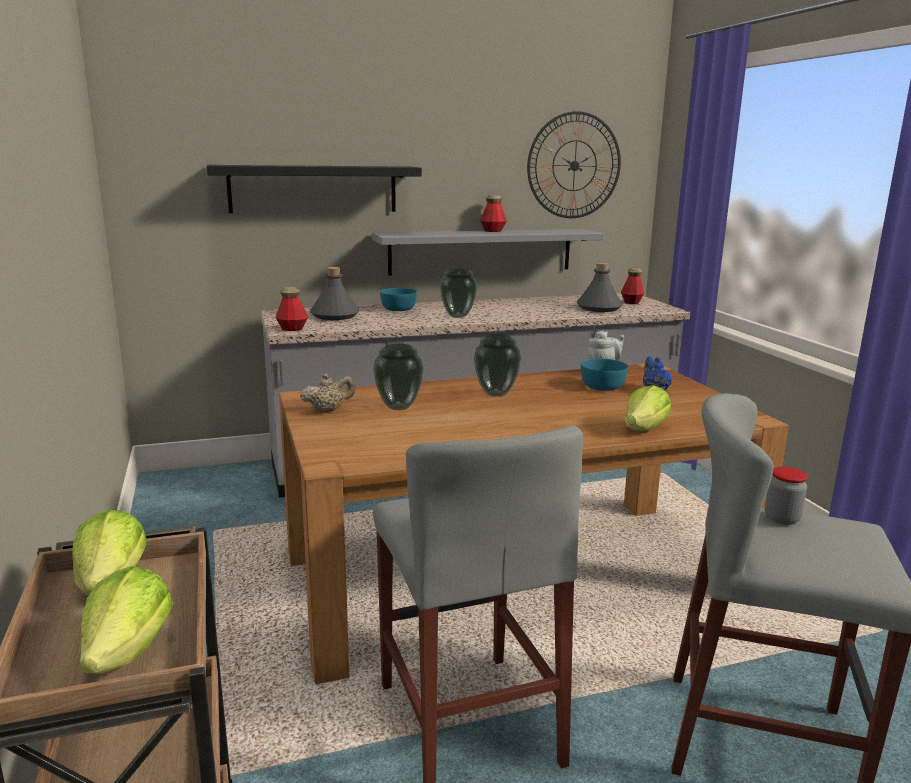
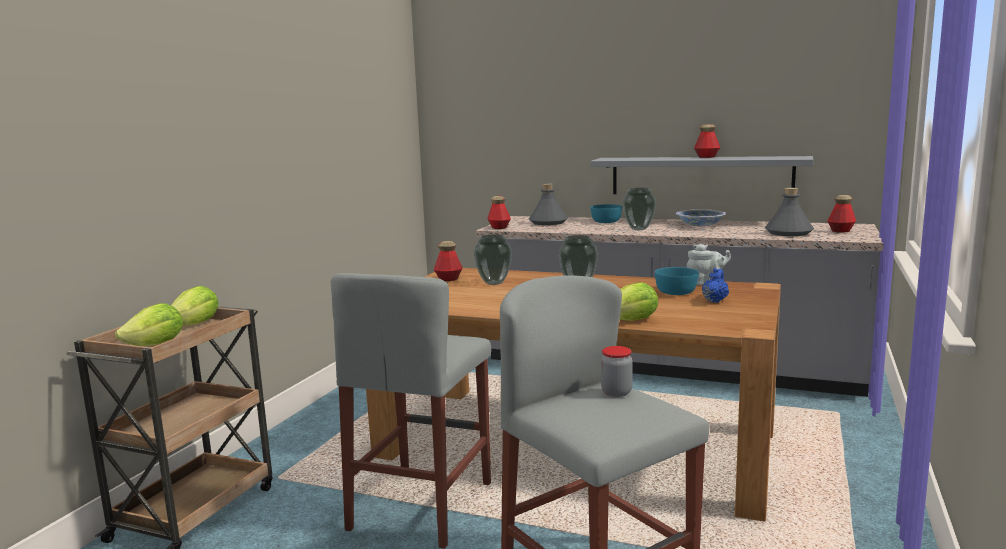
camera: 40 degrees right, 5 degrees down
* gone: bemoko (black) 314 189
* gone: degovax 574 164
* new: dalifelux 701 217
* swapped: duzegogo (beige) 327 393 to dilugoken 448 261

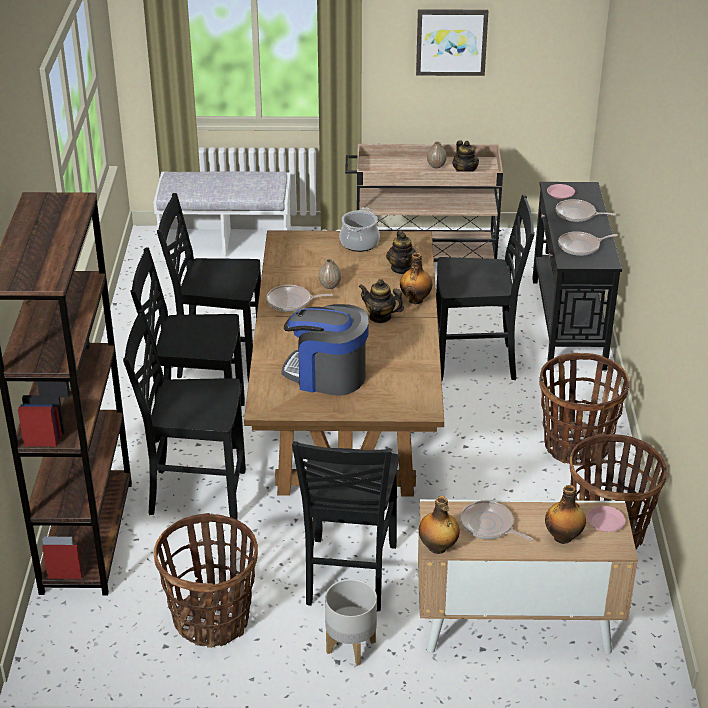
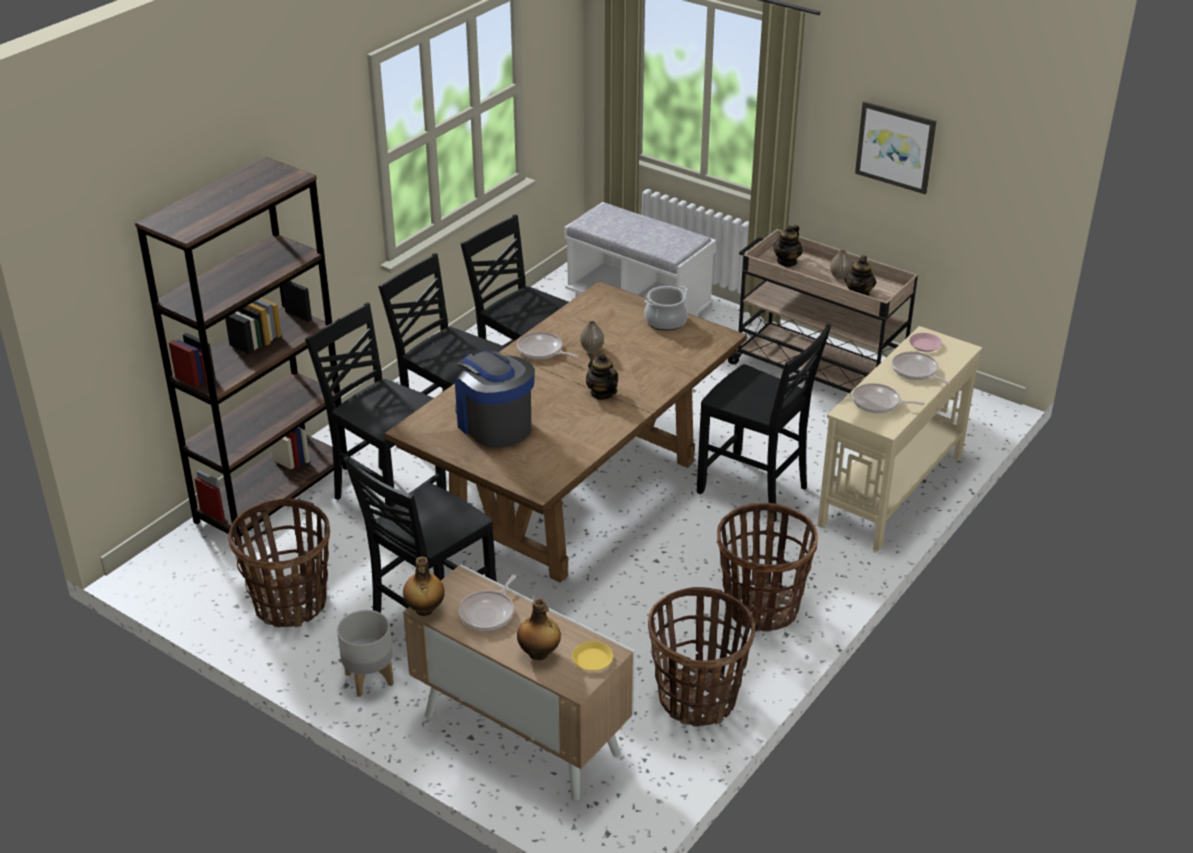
camera: 35 degrees right, 0 degrees up
* gone: dilugoken 416 278
* shifted: duzegogo 401 252 to 788 246
* repainted: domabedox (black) 577 276 to domabedox (beige) 900 439
* repainted: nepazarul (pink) 606 519 to nepazarul (yellow) 592 656
* rotated: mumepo 496 521 = 487 603 135 degrees counterclockwise

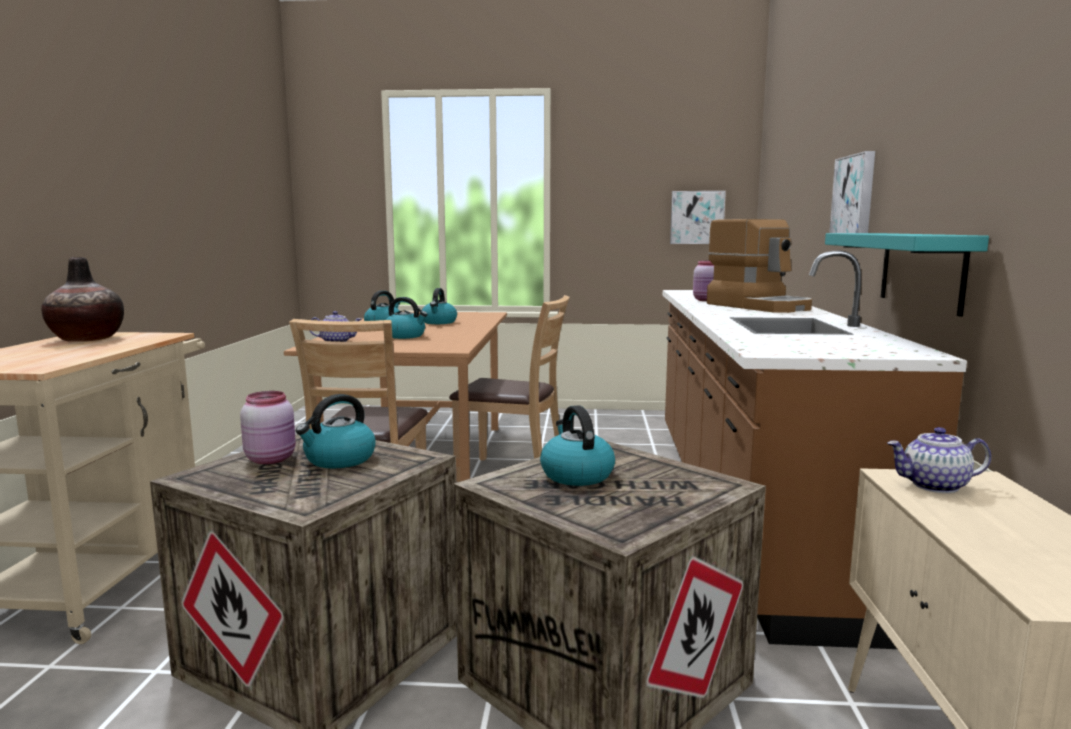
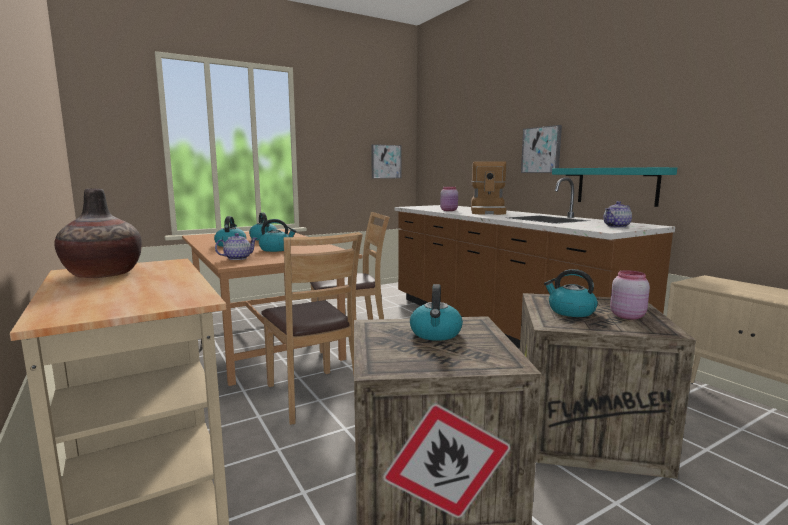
camera: 35 degrees left, 0 degrees up
* shifted: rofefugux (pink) 268 427 to 630 295
* shifted: duzegogo 939 460 to 617 214
* rotated: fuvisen 759 266 = 488 188 75 degrees clockwise

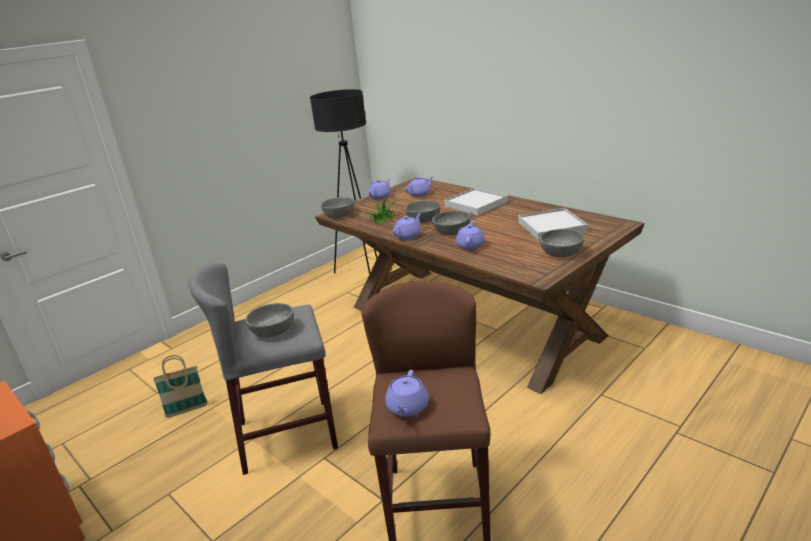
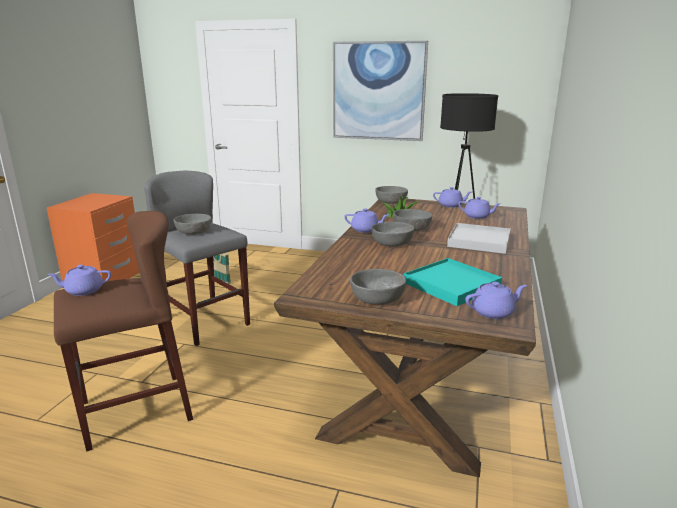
camera: 60 degrees right, 5 degrees down
* new: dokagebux 380 91
* shifted: duzegogo (purple) 470 235 to 496 300
* repainted: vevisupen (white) 553 224 to vevisupen (turquoise) 453 282

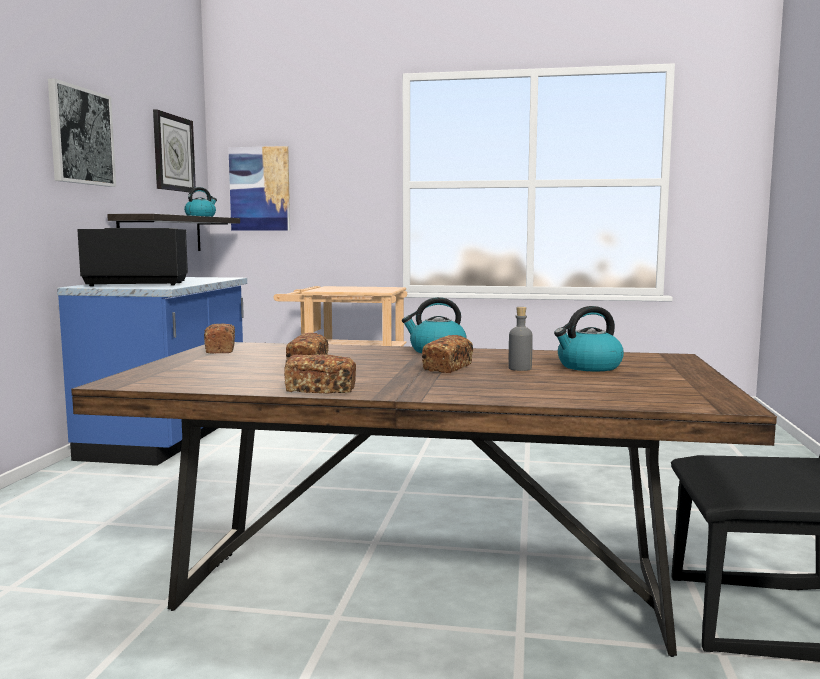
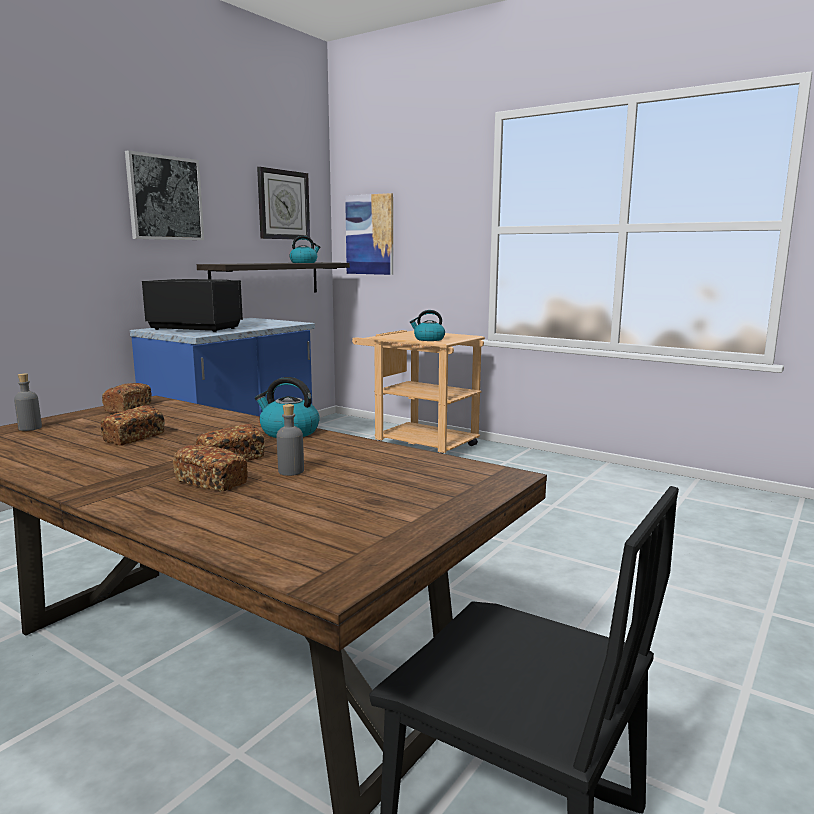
camera: 25 degrees right, 5 degrees up
* new: dilugoken (grey) 28 402
* shifted: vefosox 320 374 to 210 468
* shifted: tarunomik 589 338 to 427 325

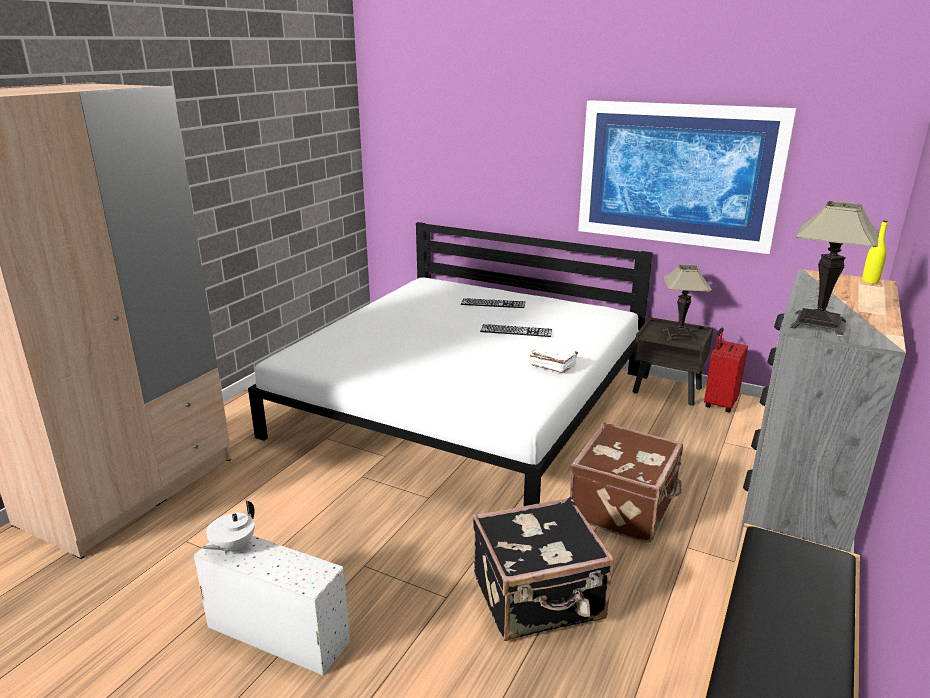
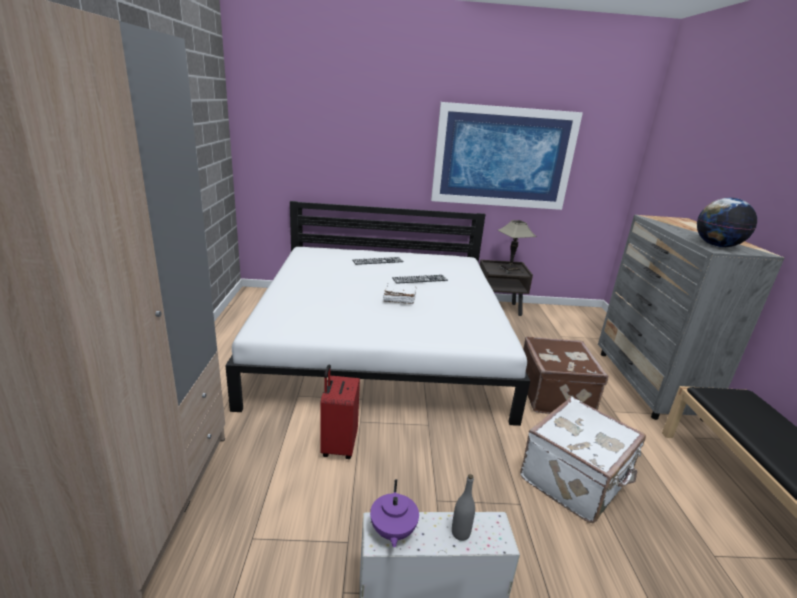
camera: 30 degrees left, 0 degrees up
* gone: dilugoken (yellow) 875 252
* new: dilugoken (grey) 463 507
* shifted: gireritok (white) 553 358 to 399 294
* shifted: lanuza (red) 726 370 to 340 411
* swapped: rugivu 834 269 to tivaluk 727 222
* repainted: duzegogo (white) 228 527 to duzegogo (purple) 394 513
* repainted: lanuza (black) 543 569 to lanuza (white) 583 460

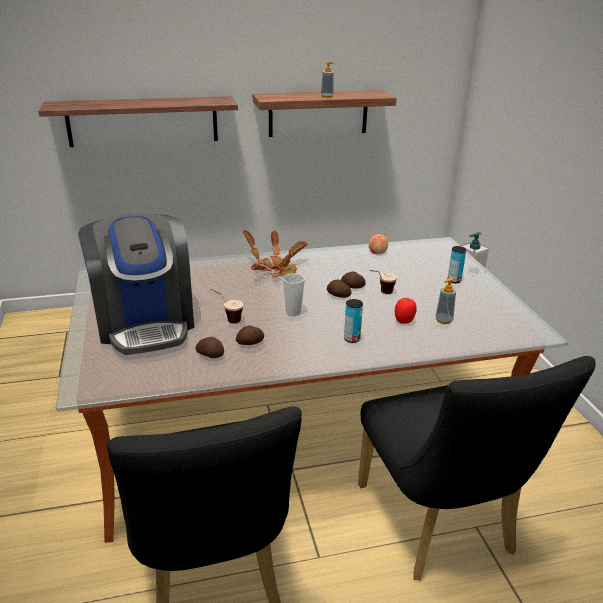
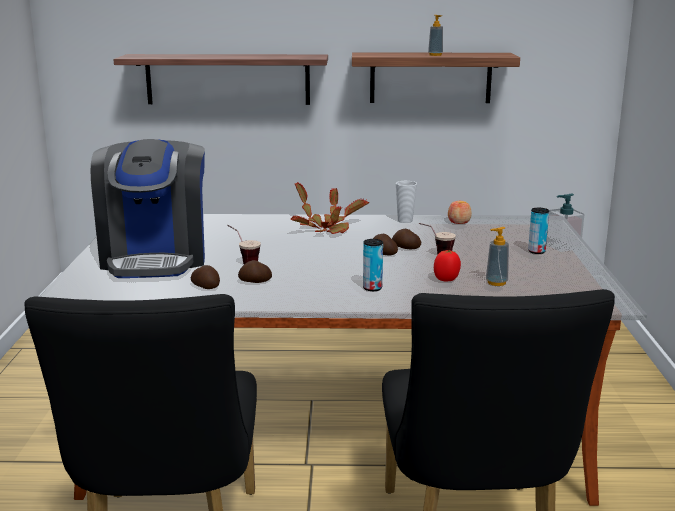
camera: 15 degrees right, 10 degrees down
* shifted: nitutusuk 294 294 to 406 202

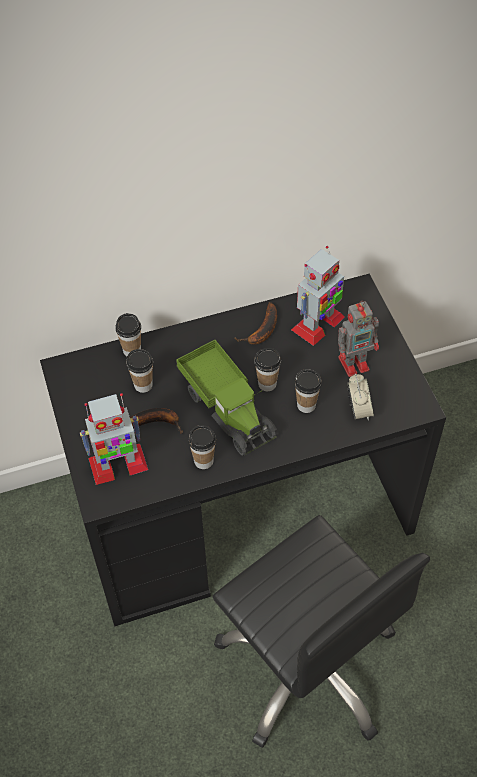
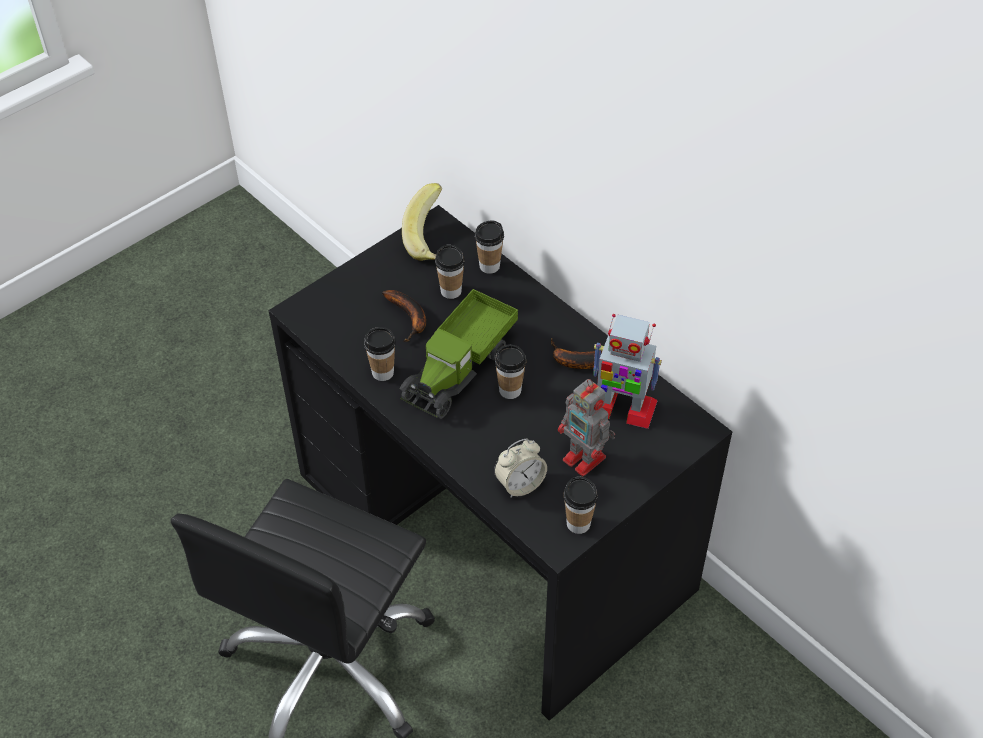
camera: 65 degrees right, 5 degrees down
* gone: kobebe 114 439
* new: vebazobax 422 222
* shifted: nitutusuk 308 391 to 580 505

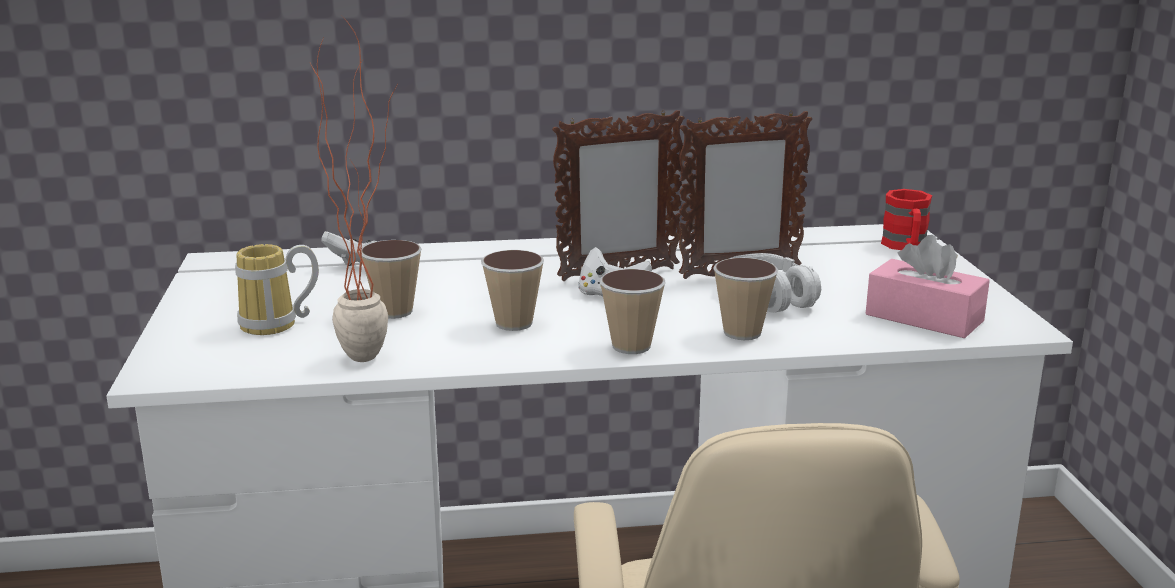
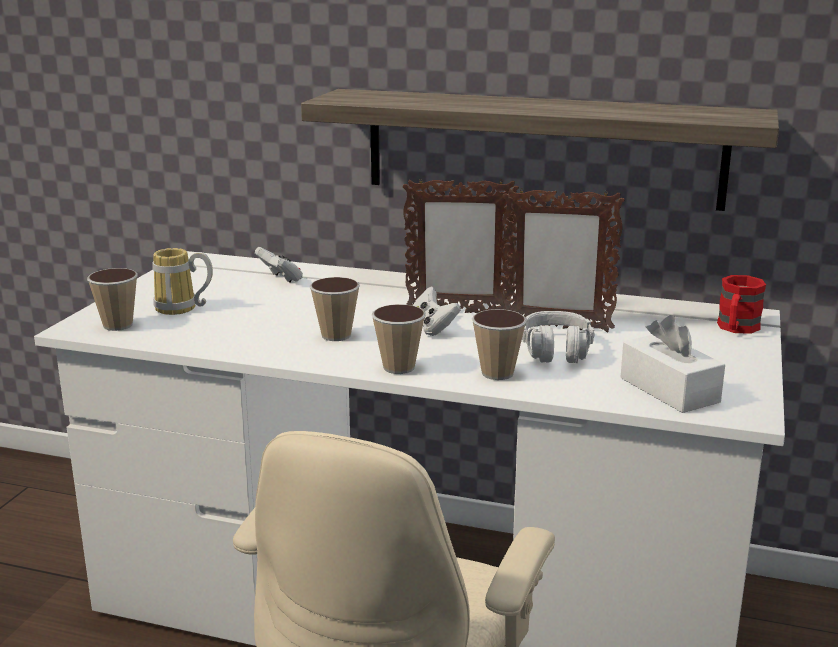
camera: 25 degrees right, 0 degrees up
* gone: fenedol 353 189
* new: bemoko 540 150
* shifted: nitutusuk 390 279 to 112 299
* repainted: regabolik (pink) 928 286 to regabolik (white) 672 364

